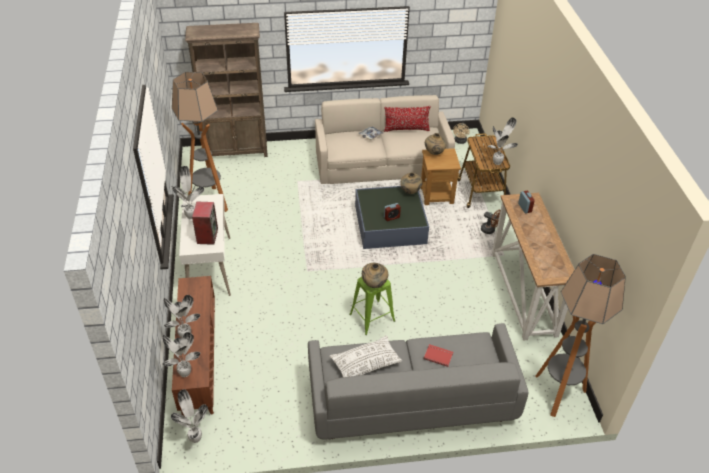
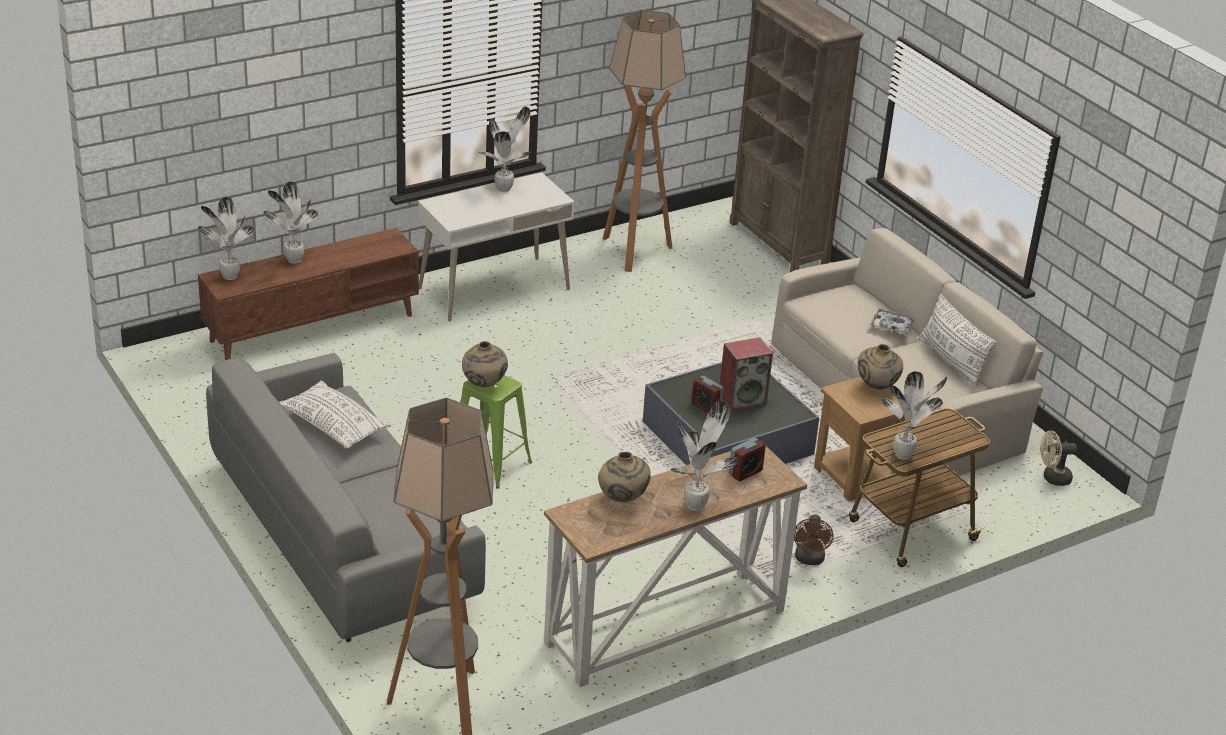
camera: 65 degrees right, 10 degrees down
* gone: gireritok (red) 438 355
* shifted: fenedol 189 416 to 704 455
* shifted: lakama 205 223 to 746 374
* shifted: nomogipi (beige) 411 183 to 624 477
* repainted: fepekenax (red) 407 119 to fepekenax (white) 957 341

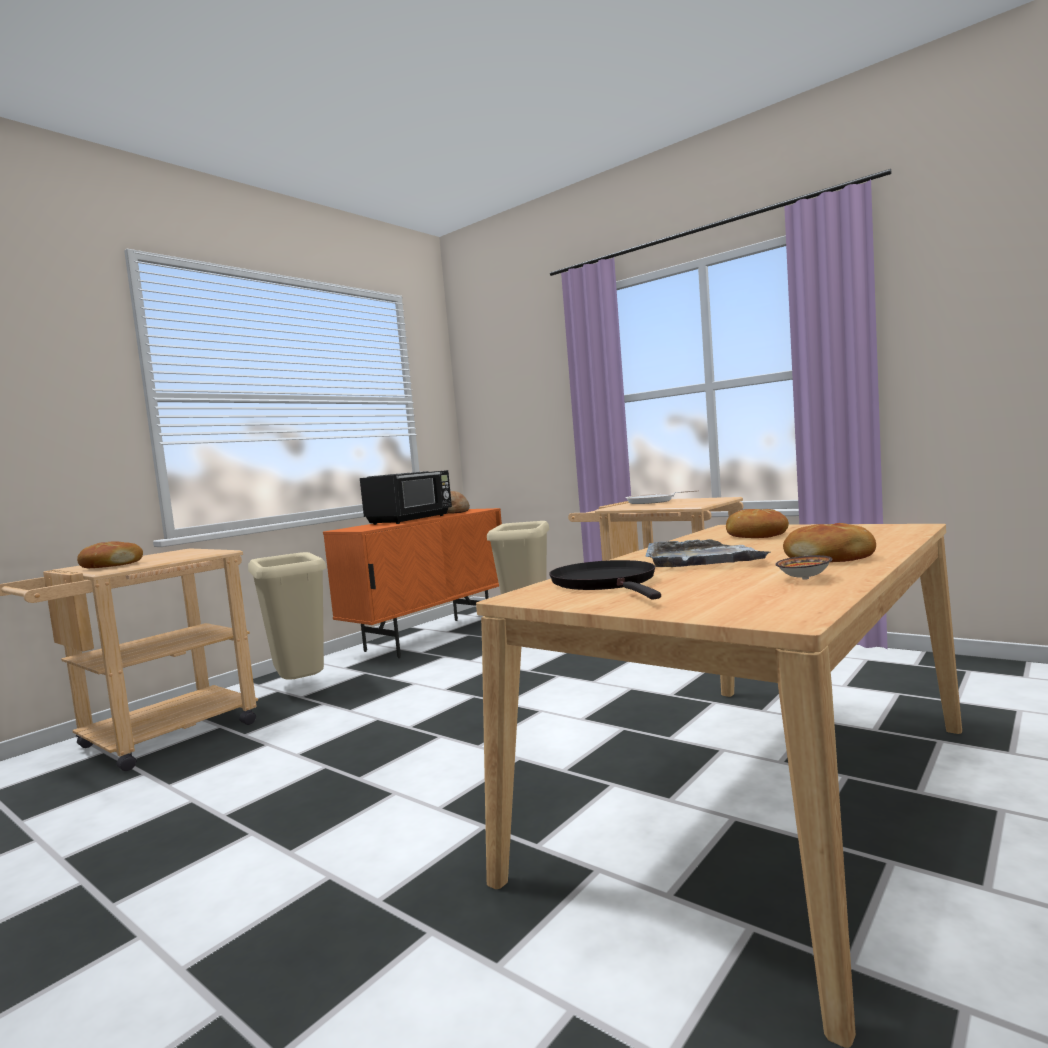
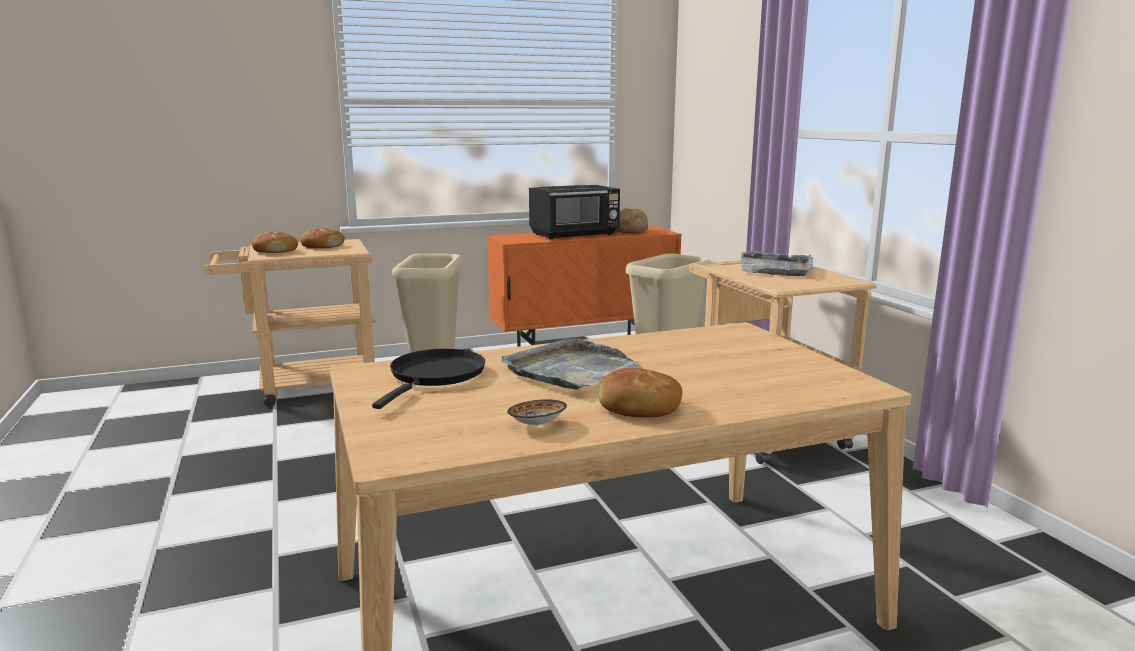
camera: 30 degrees right, 10 degrees up
* shifted: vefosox 757 523 to 322 238
* swapped: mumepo 662 497 to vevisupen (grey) 777 263

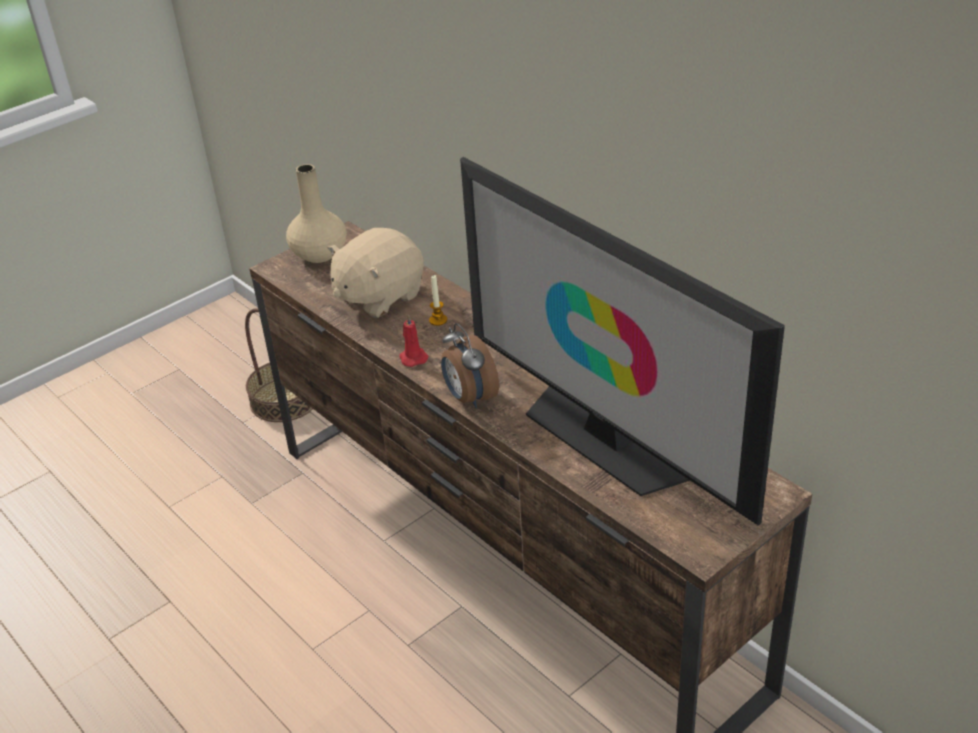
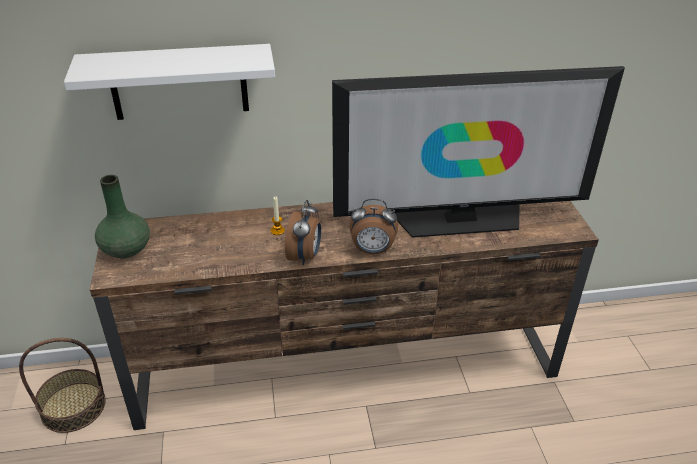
camera: 60 degrees left, 0 degrees up
* gone: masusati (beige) 375 273
* new: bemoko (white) 169 82
* swapped: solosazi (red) 414 340 to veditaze 303 232
* repainted: nomogipi (beige) 316 213 to nomogipi (green) 122 216

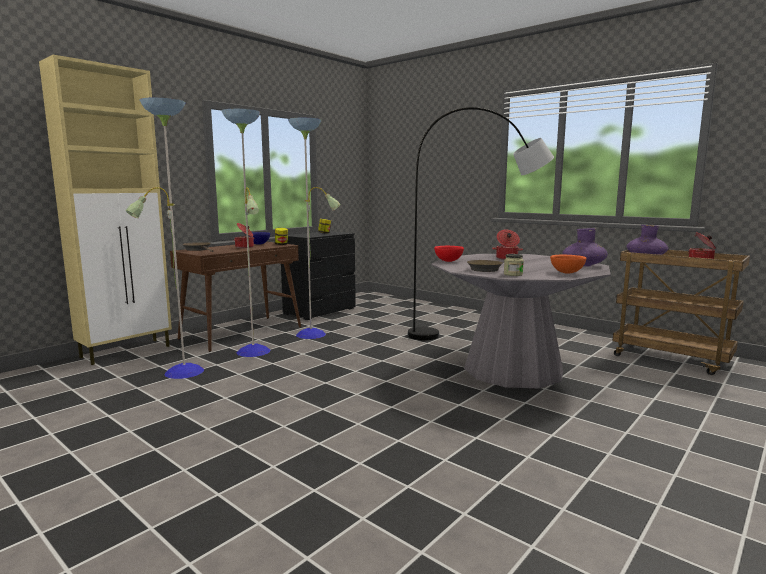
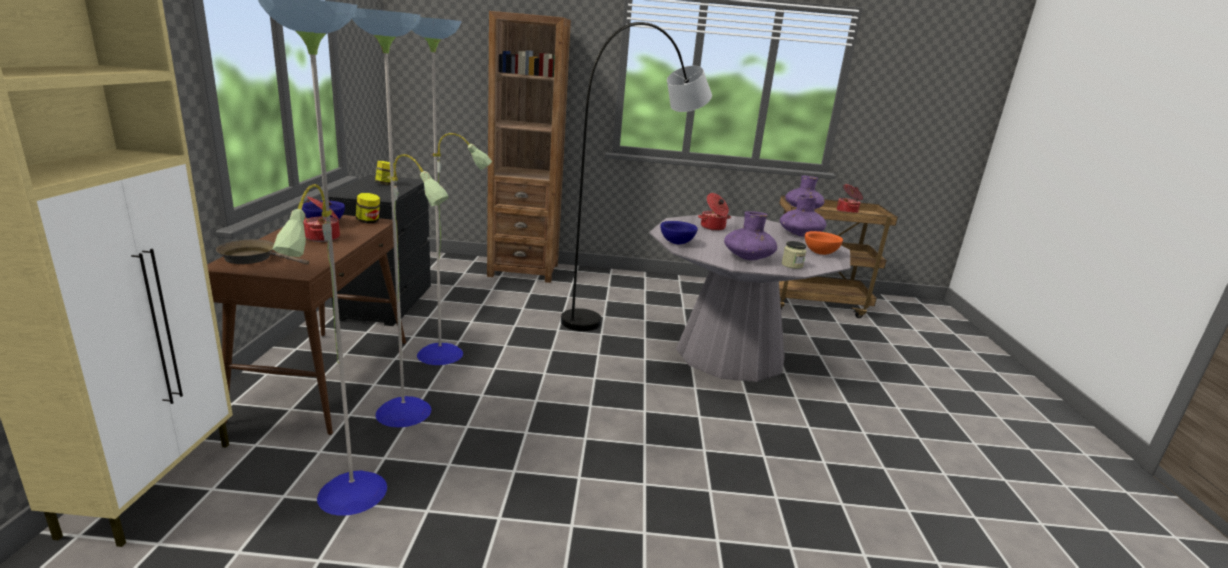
camera: 40 degrees left, 10 degrees up
* new: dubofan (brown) 529 147
* swapped: mumepo (brown) 485 266 to nomogipi (purple) 750 235
* repainted: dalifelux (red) 449 254 to dalifelux (blue) 679 232

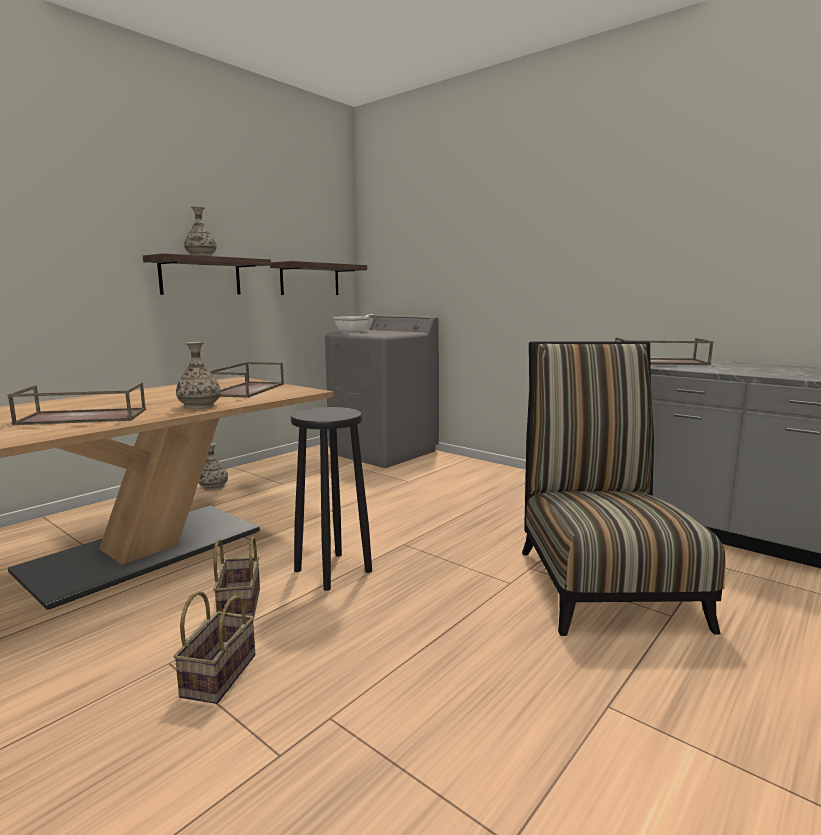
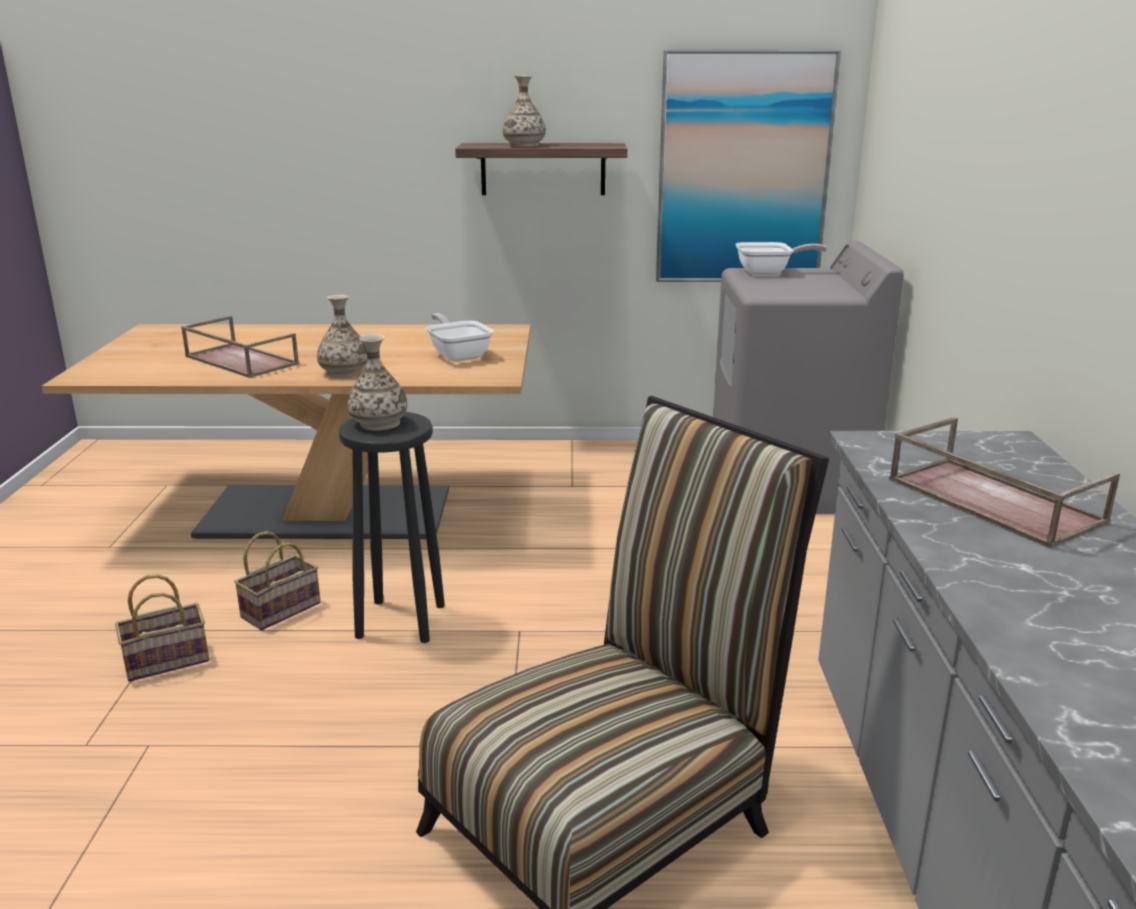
camera: 50 degrees right, 10 degrees up
* shifted: nomogipi 213 466 to 378 382
* swapped: vevisupen (brown) 246 380 to mumepo 459 337
* swapped: bemoko 318 278 to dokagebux 748 166

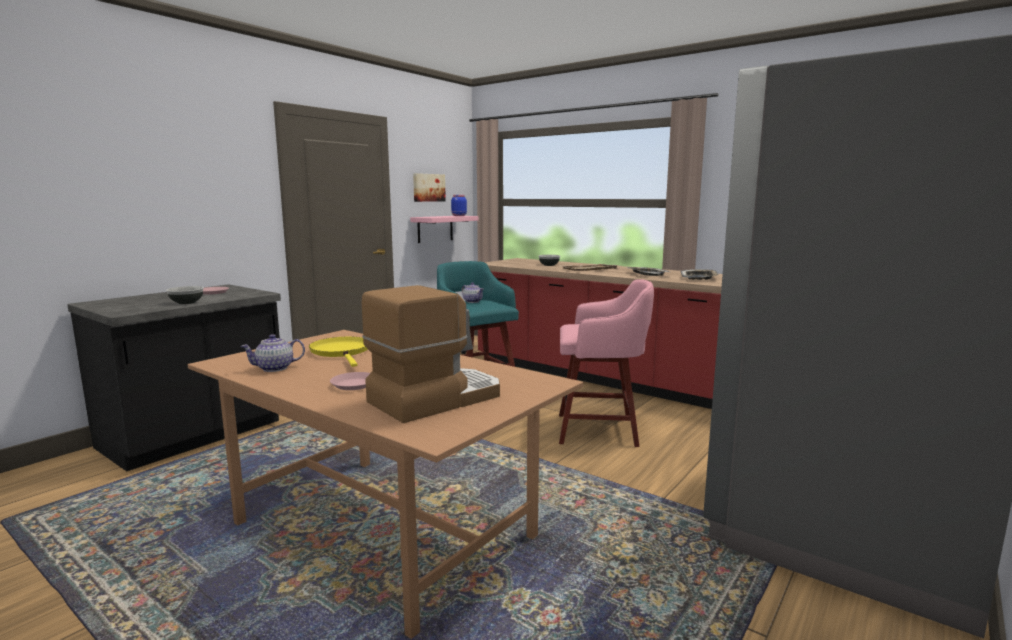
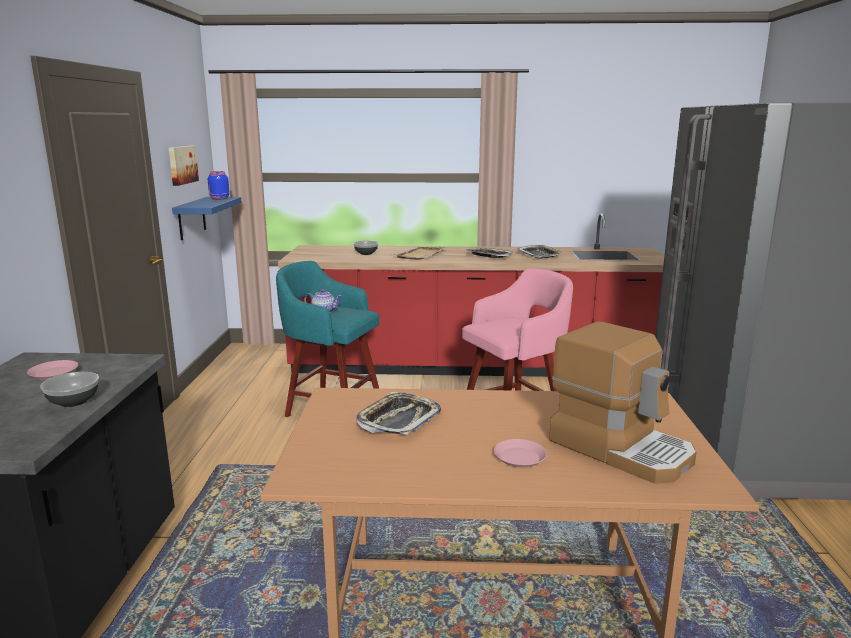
camera: 35 degrees left, 5 degrees up
* gone: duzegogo 272 353
* swapped: mumepo (yellow) 338 352 to vevisupen 398 413
* repainted: bemoko (pink) 444 229 to bemoko (blue) 206 218
* rotated: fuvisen 431 354 = 622 402 120 degrees clockwise

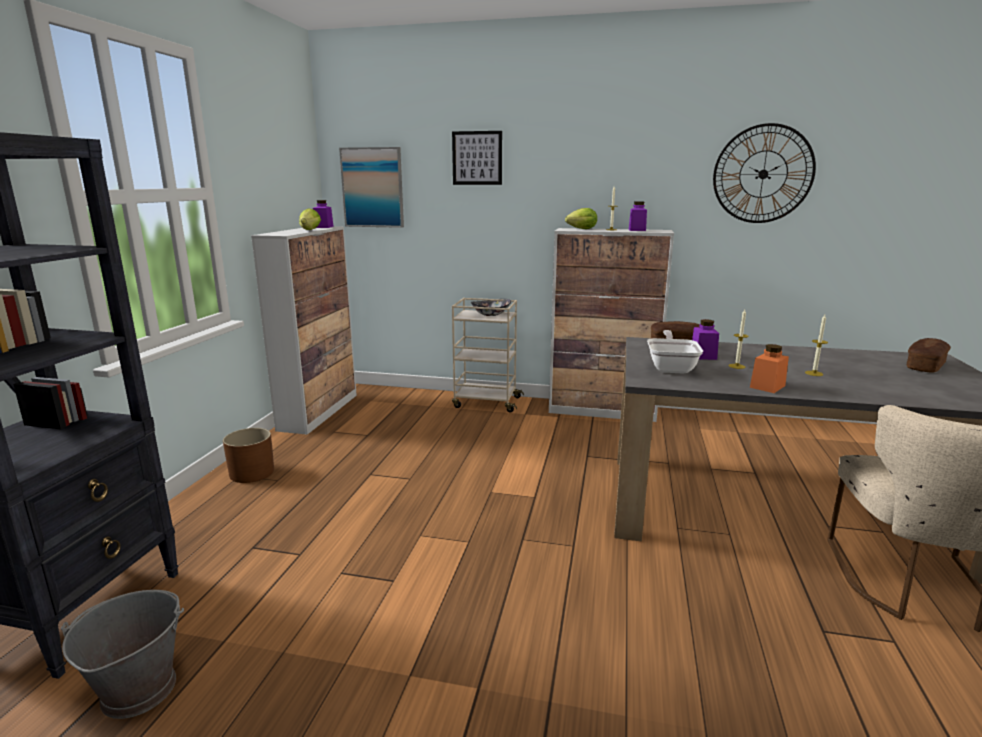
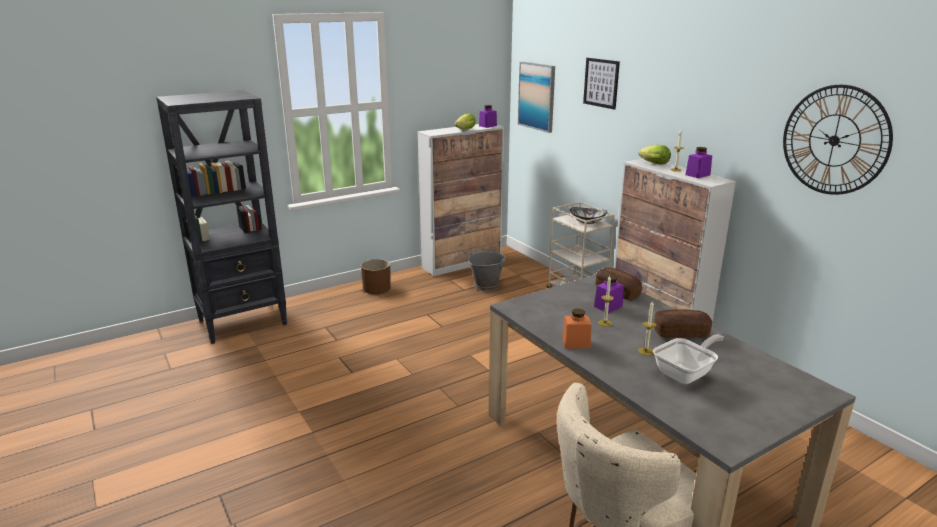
camera: 45 degrees right, 5 degrees up
* shifted: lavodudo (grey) 122 654 to 487 271
* shifted: mumepo 675 352 to 688 359
* shifted: vefosox 929 355 to 683 323

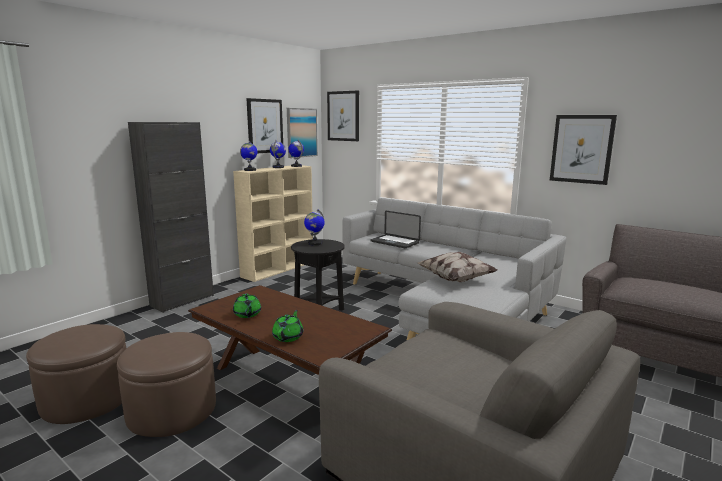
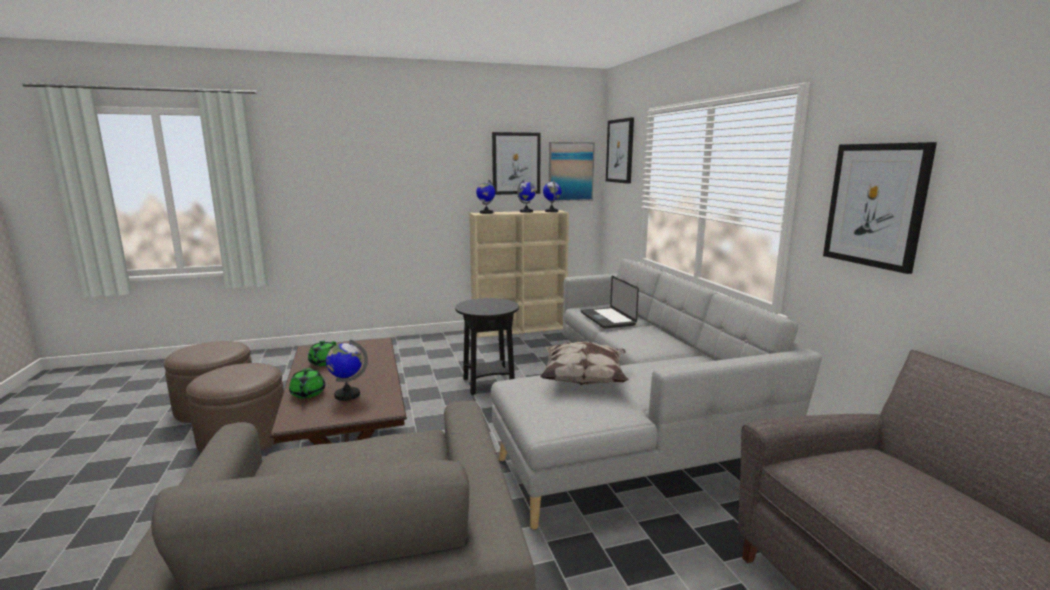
camera: 35 degrees right, 0 degrees up
* gone: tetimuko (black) 171 217
* shifted: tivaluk 314 227 to 347 370
* rotated: duzegogo (green) 287 326 = 307 383 120 degrees clockwise

